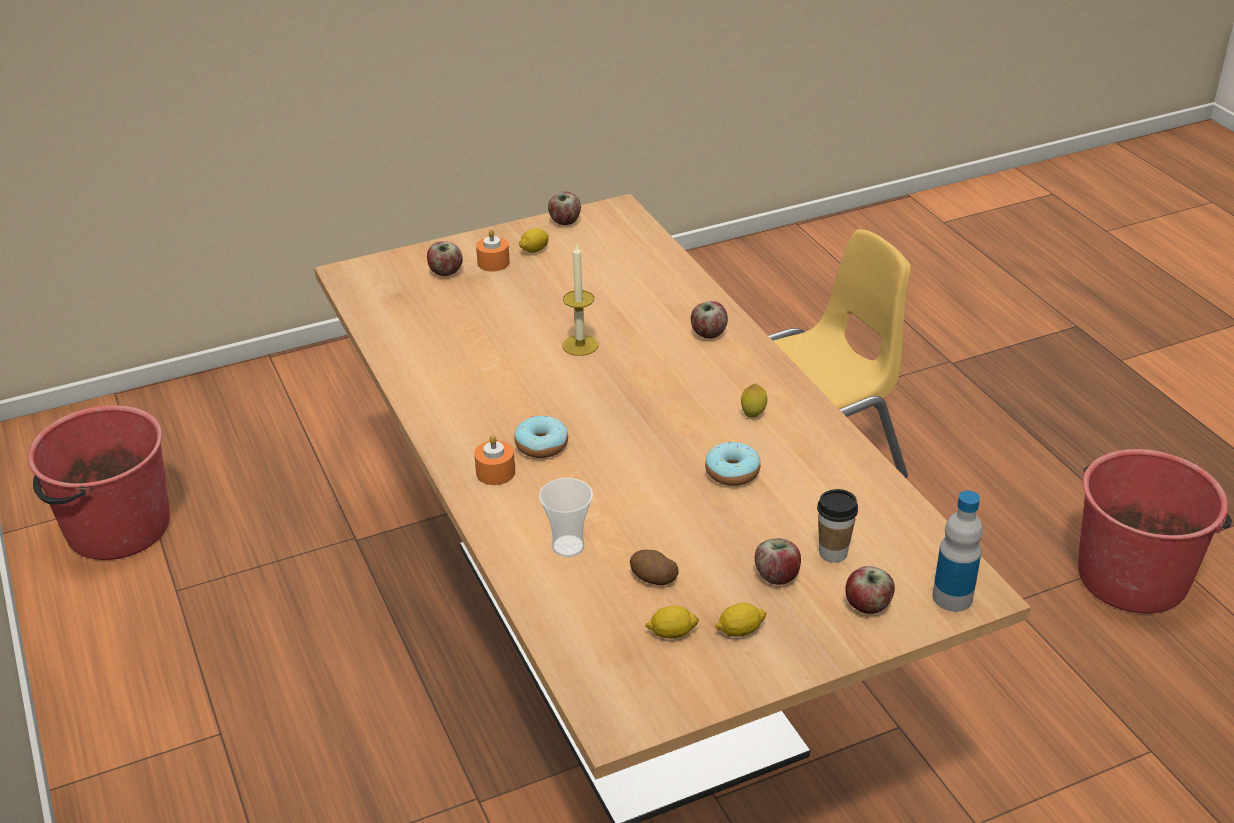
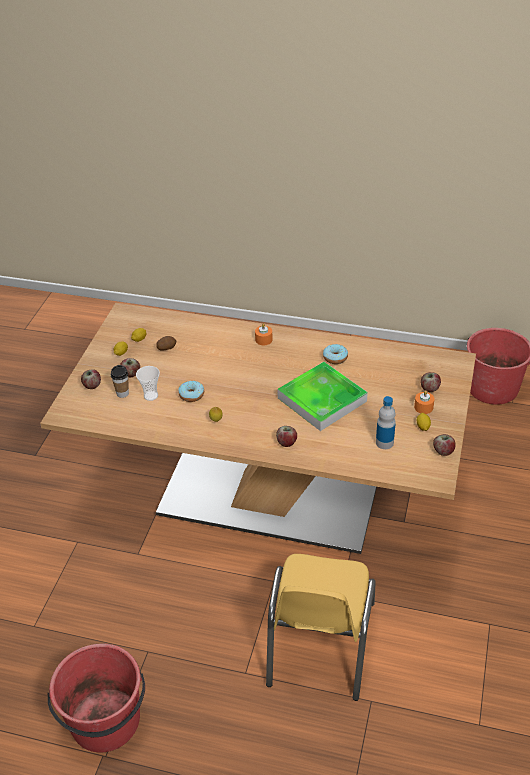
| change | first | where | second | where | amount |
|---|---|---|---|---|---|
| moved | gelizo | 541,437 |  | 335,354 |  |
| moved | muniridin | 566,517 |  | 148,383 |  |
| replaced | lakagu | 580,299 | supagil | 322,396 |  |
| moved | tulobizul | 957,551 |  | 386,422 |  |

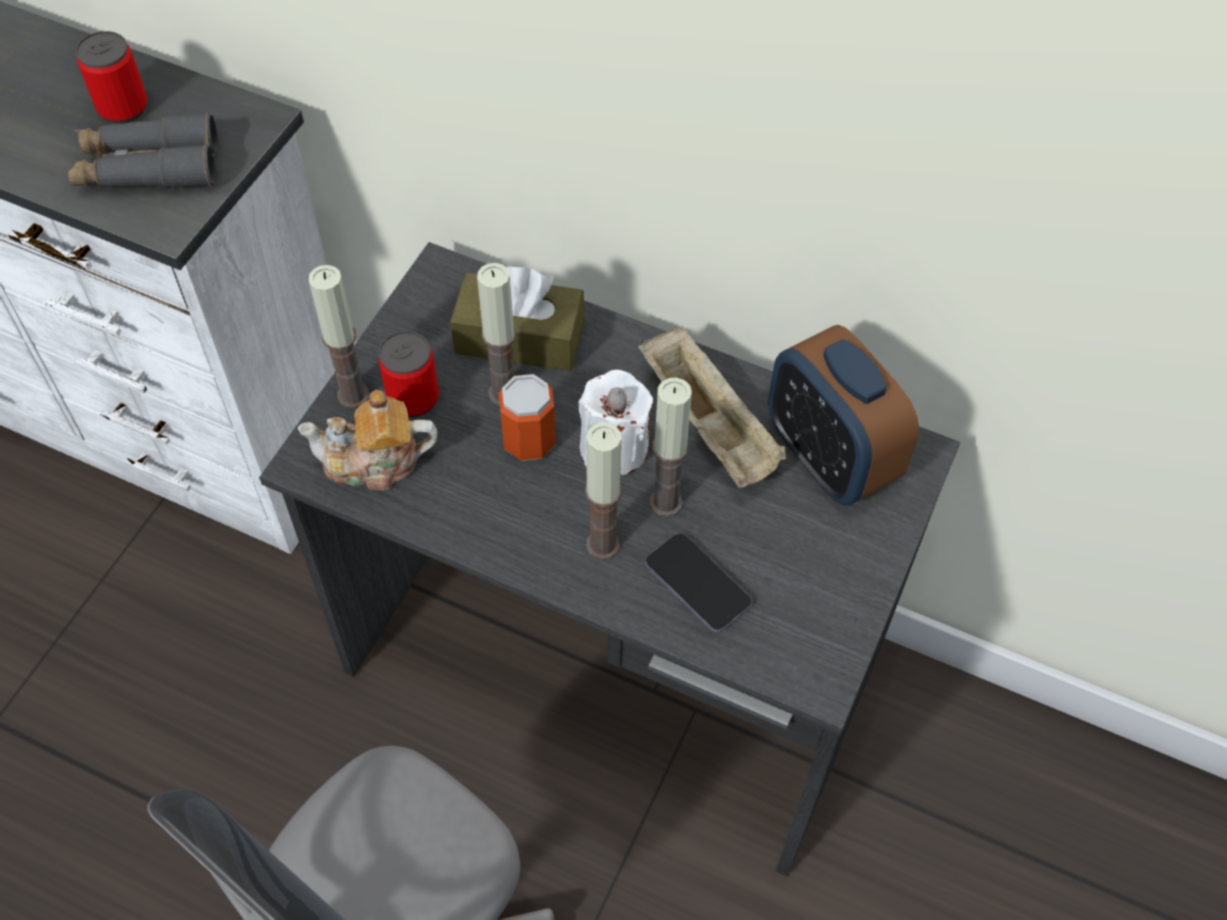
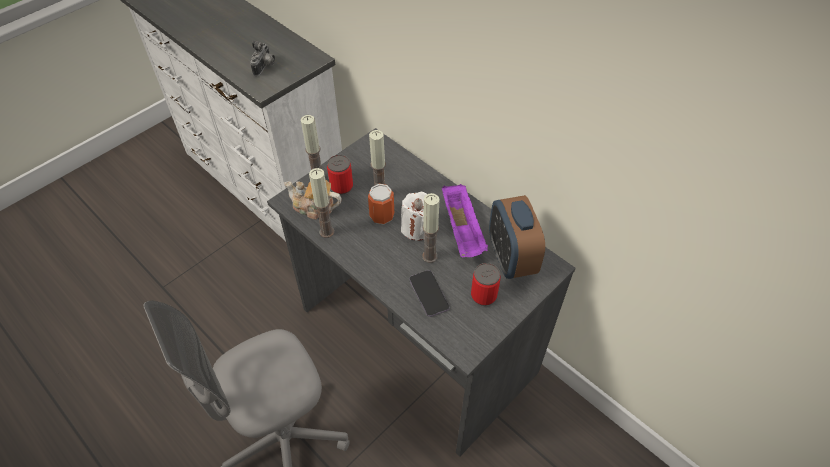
| change | first | where | second | where | amount |
|---|---|---|---|---|---|
| replaced | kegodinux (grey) | 143,150 | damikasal | 262,58 |  |
| moved | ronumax | 111,77 |  | 486,284 |  |
| removed | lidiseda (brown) | 517,318 |  |  |  |
| moved | lakagu | 603,491 |  | 321,203 |  |
| recoloured | supagil (beige) | 712,407 | supagil (purple) | 465,221 |  |

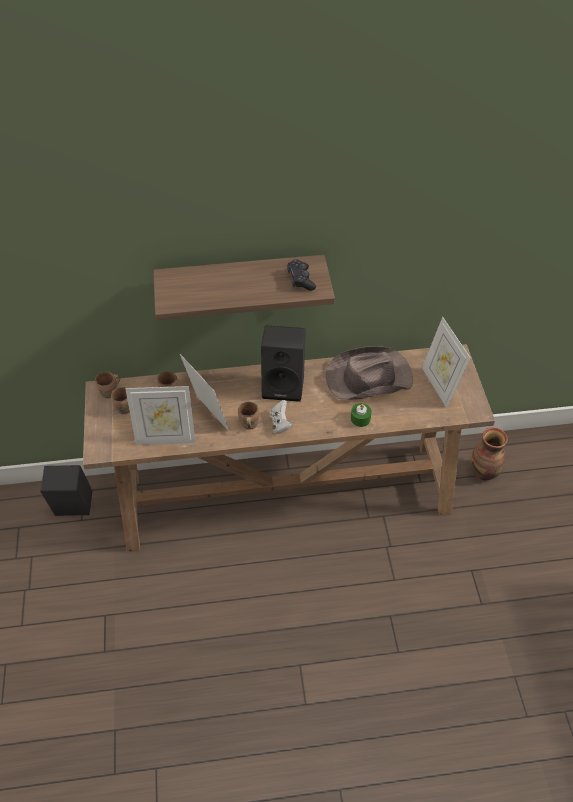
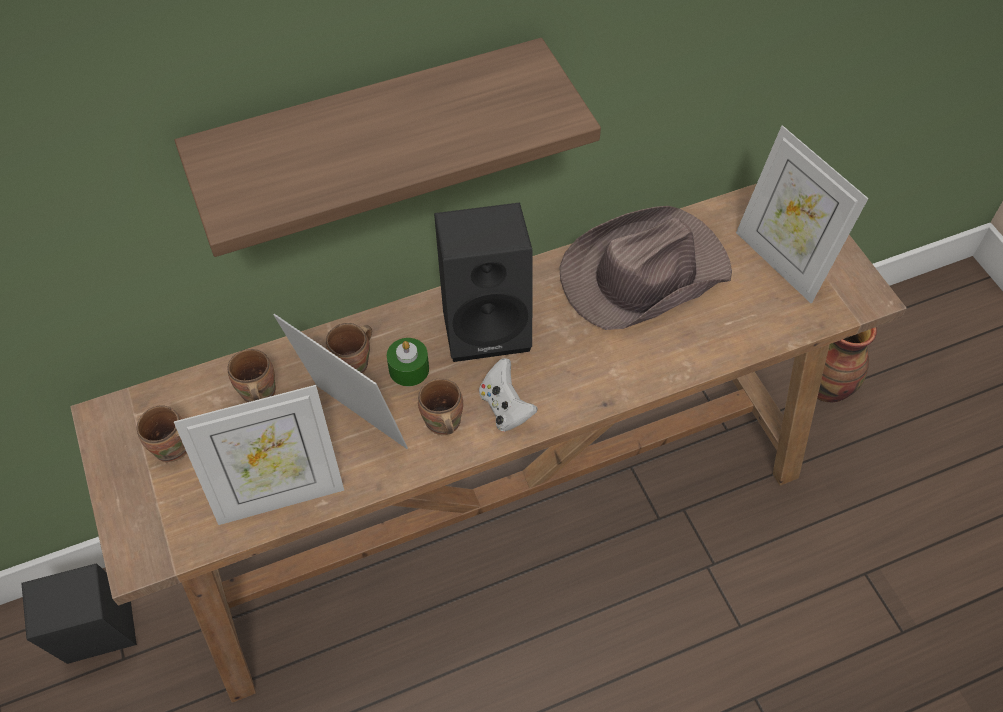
| change | first | where | second | where | amount |
|---|---|---|---|---|---|
| moved | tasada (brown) | 107,385 |  | 349,348 |  |
| removed | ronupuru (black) | 301,275 |  |  |  |
| moved | lakagu (green) | 361,415 |  | 408,362 |  |

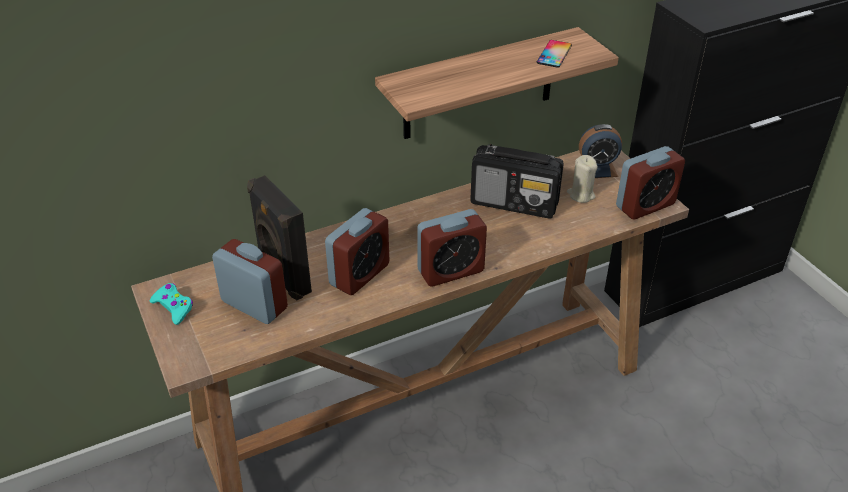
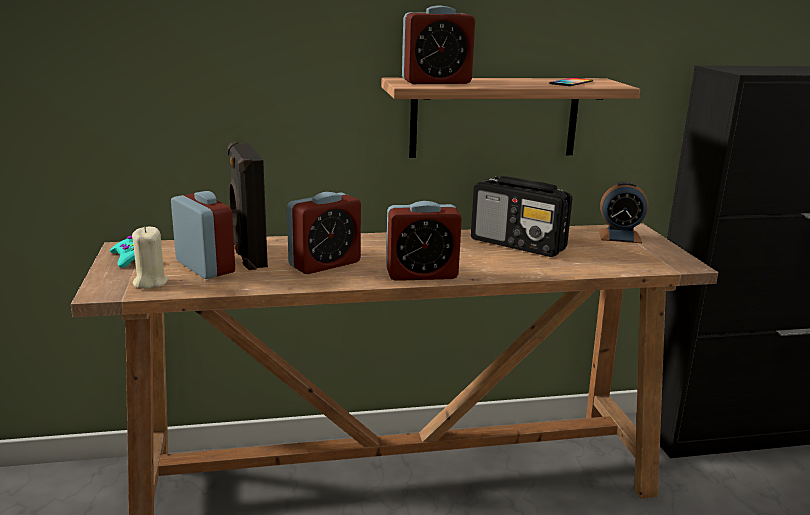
| change | first | where | second | where | amount |
|---|---|---|---|---|---|
| moved | lakagu (beige) | 582,179 |  | 150,258 |  |
| moved | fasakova | 650,182 |  | 438,44 |  |

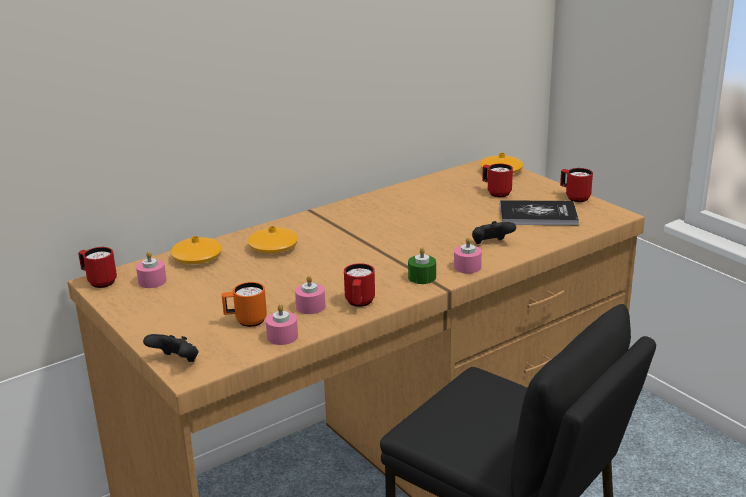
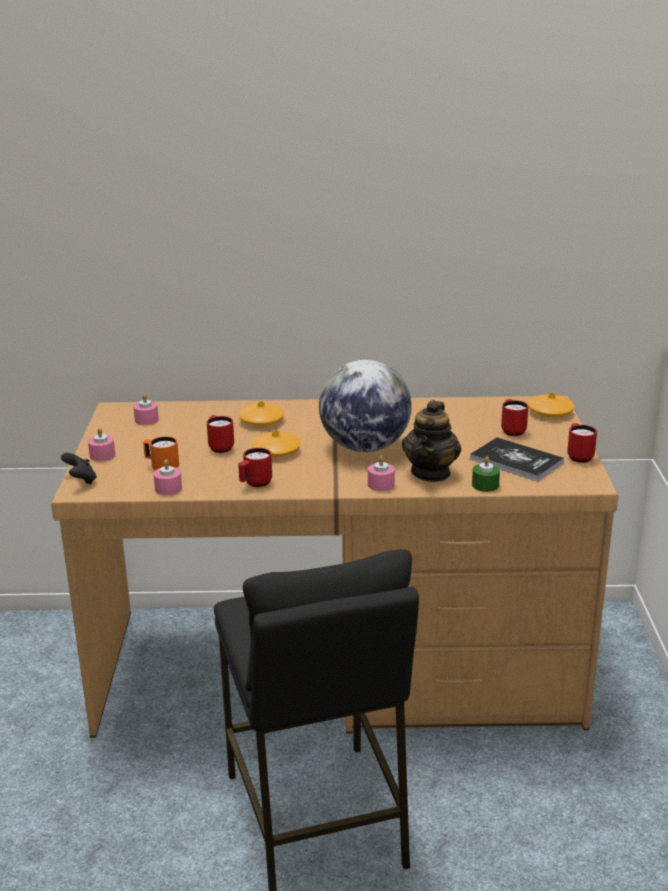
| change | first | where | second | where | amount |
|---|---|---|---|---|---|
| moved | tasada (red) | 97,267 |  | 220,434 |  |
| moved | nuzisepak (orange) | 196,250 |  | 276,443 |  |
| moved | lakagu (pink) | 310,294 |  | 101,444 |  |
| moved | lakagu (green) | 422,265 |  | 486,474 |  |
| replaced | ronupuru (black) | 494,232 | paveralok | 431,441 |  |
| added |  |  | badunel | 365,406 |  |

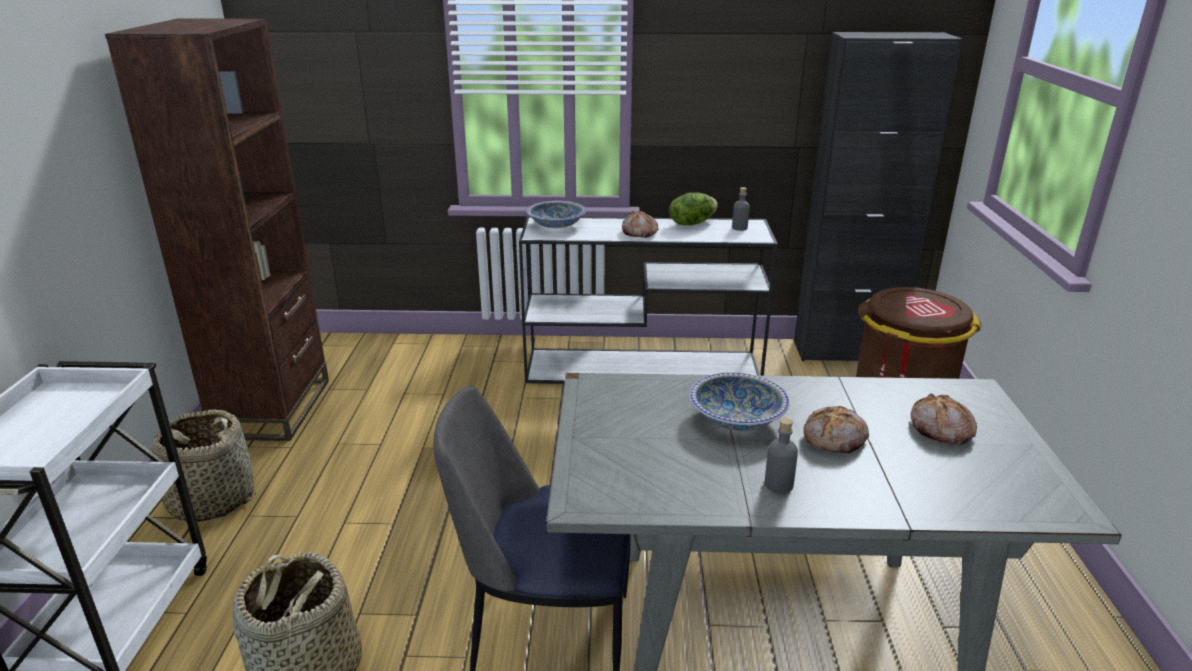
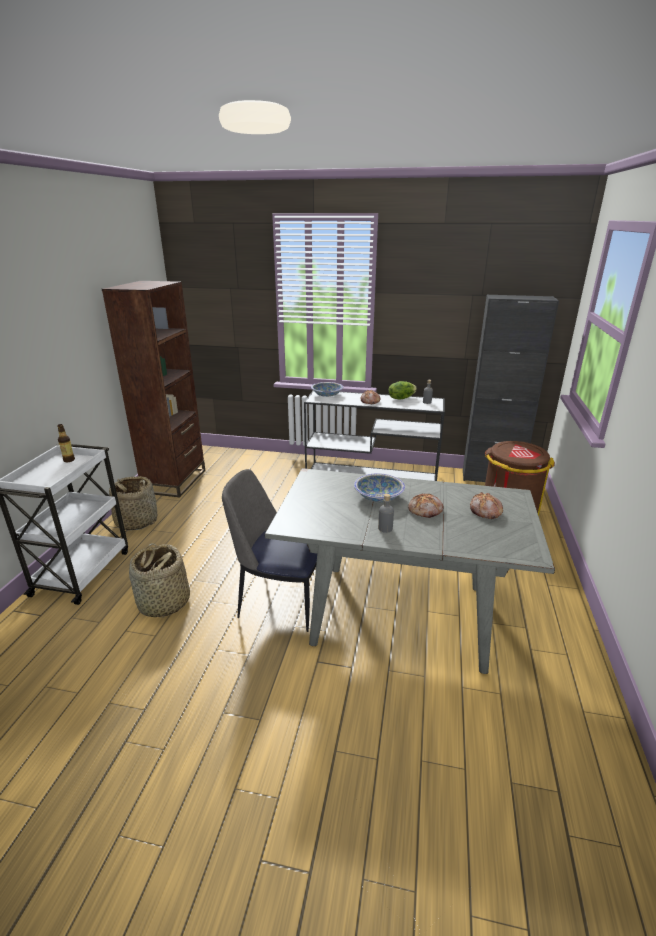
| change | first | where | second | where | amount |
|---|---|---|---|---|---|
| added |  |  | tulobizul | 66,443 |  |

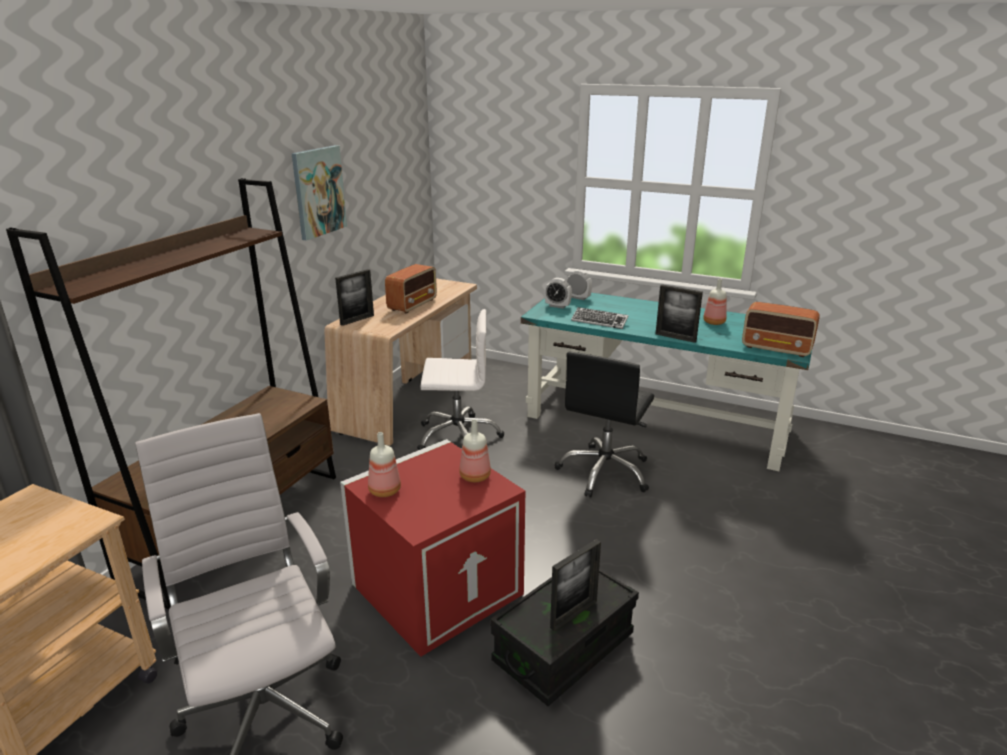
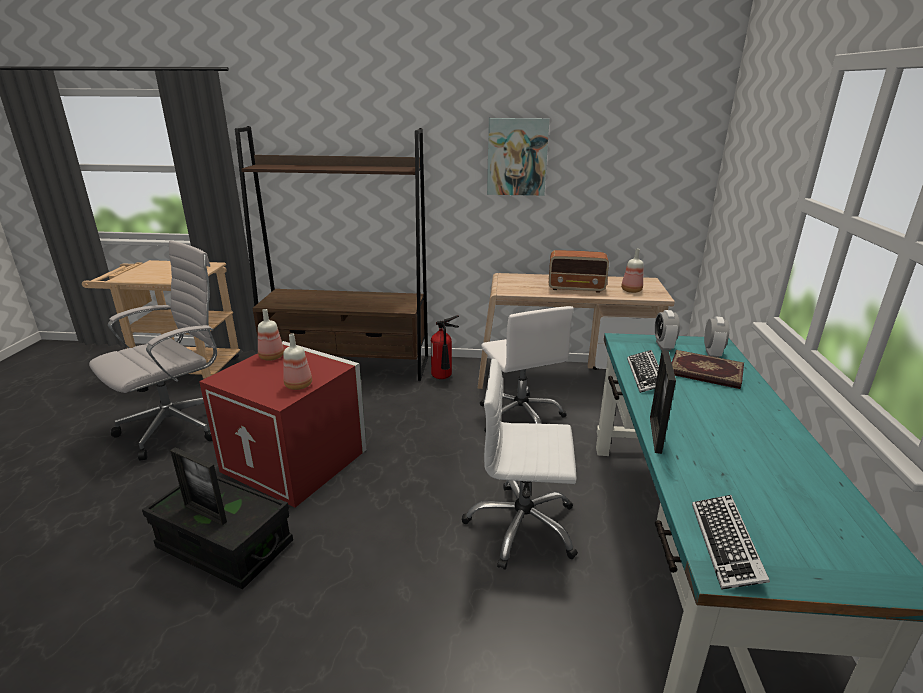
| change | first | where | second | where | amount |
|---|---|---|---|---|---|
| removed | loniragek | 354,297 |  |  |  |
| recoloured | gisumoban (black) | 604,425 | gisumoban (white) | 519,464 |  |
| moved | tulobizul | 715,301 |  | 632,271 |  |
| replaced | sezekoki | 780,329 | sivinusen | 731,542 |  |
| added |  |  | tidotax | 445,347 |  |
| added |  |  | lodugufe | 708,369 |  |

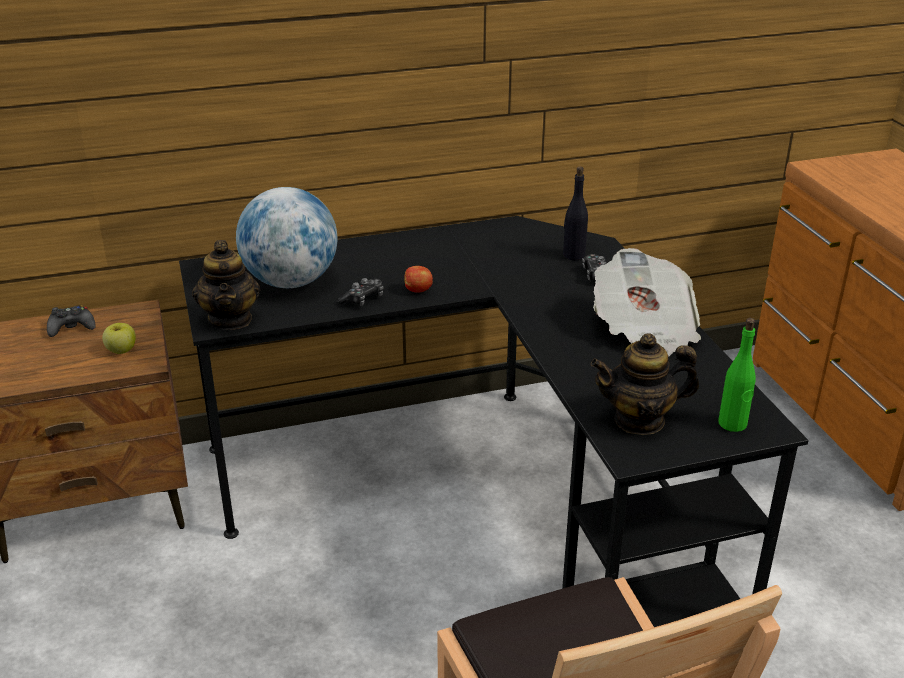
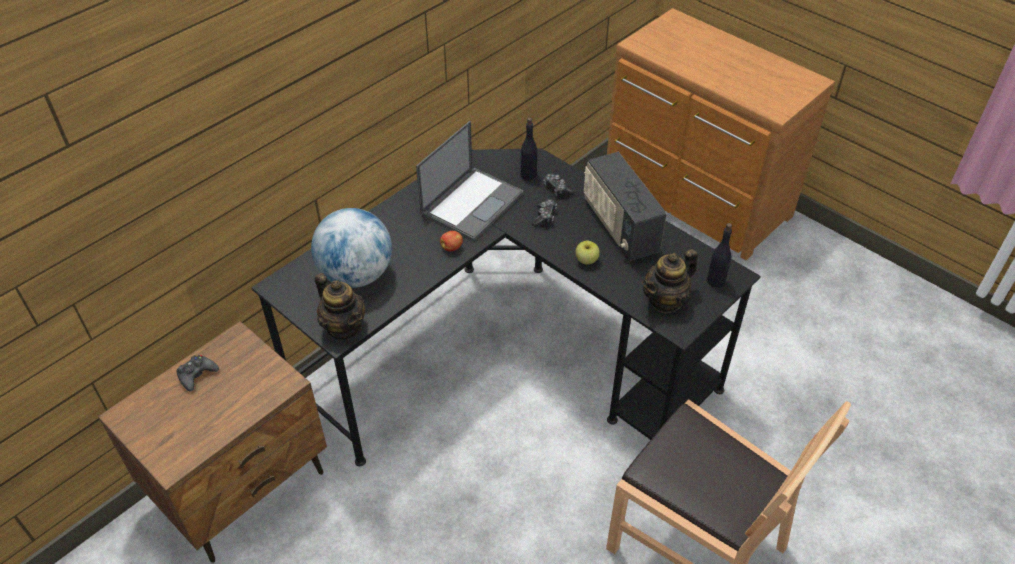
| change | first | where | second | where | amount |
|---|---|---|---|---|---|
| moved | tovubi | 119,338 |  | 587,253 |  |
| moved | ronupuru | 361,292 |  | 544,213 |  |
| replaced | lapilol | 647,302 | sezekoki | 625,207 |  |
| recoloured | tulobizul (green) | 737,375 | tulobizul (black) | 719,255 |  |
| added |  |  | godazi | 470,181 |  |

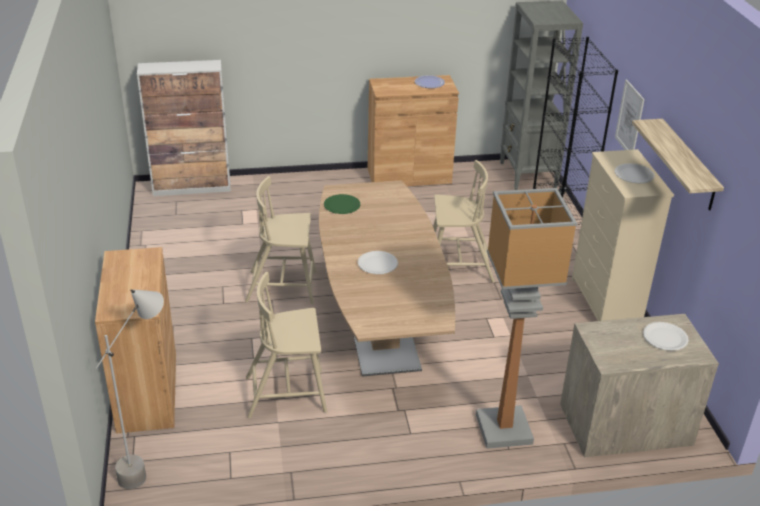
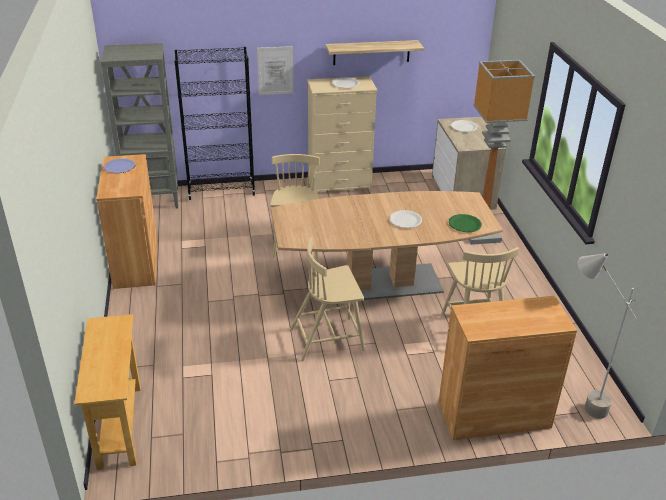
| change | first | where | second | where | amount |
|---|---|---|---|---|---|
| replaced | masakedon | 184,128 | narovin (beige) | 107,392 |  |
| turned | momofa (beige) | 281,240 |  | 327,299 | 75 degrees clockwise |
| moved | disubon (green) | 342,204 |  | 465,223 |  |

